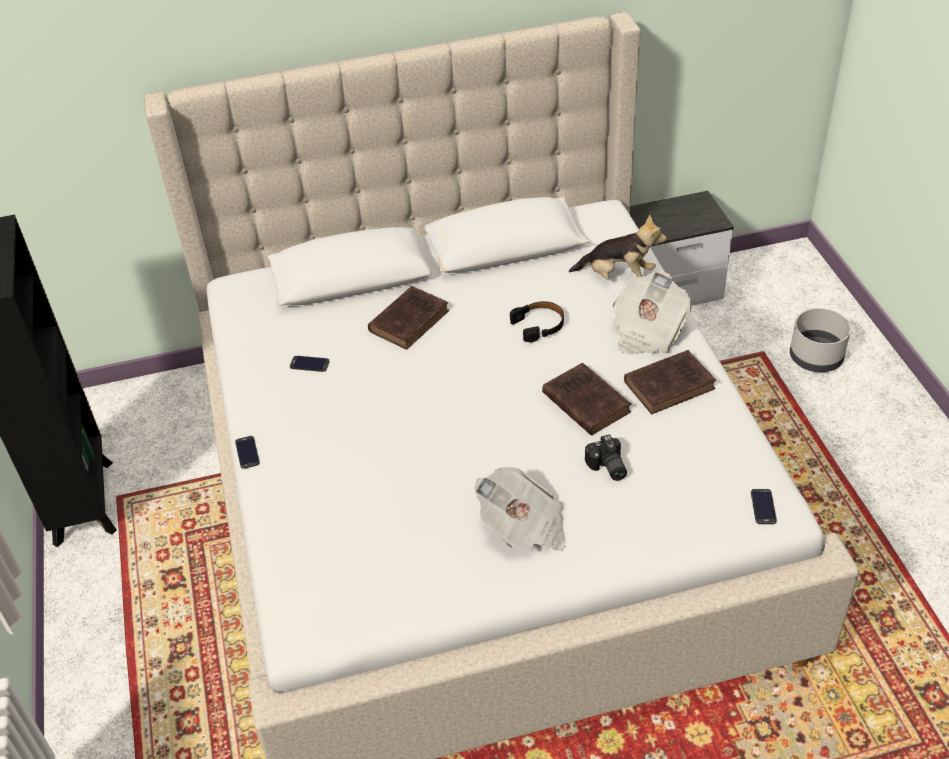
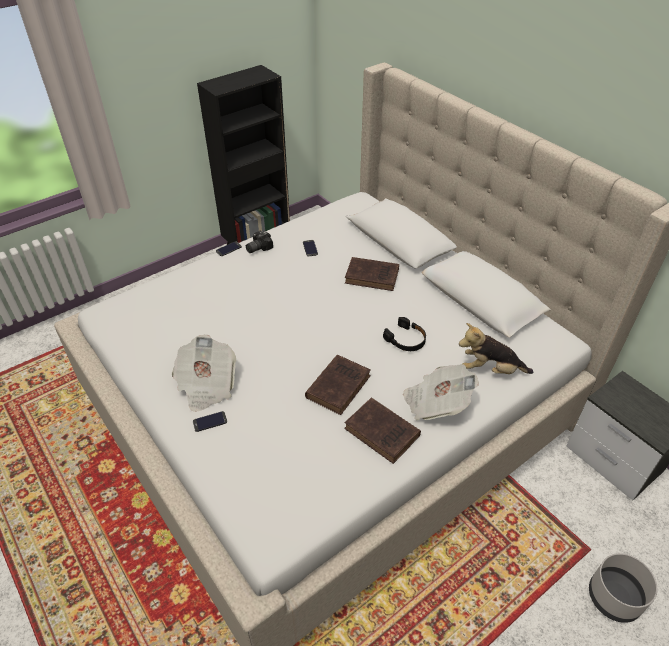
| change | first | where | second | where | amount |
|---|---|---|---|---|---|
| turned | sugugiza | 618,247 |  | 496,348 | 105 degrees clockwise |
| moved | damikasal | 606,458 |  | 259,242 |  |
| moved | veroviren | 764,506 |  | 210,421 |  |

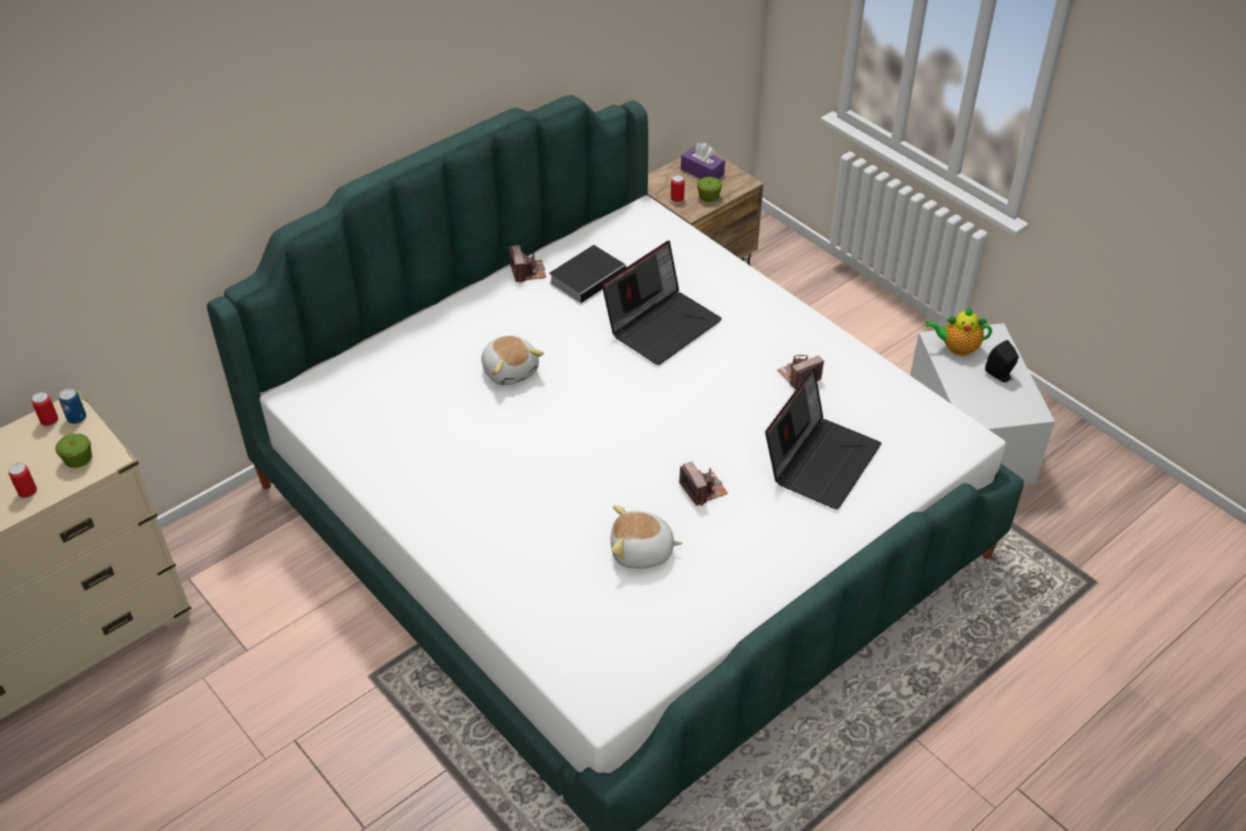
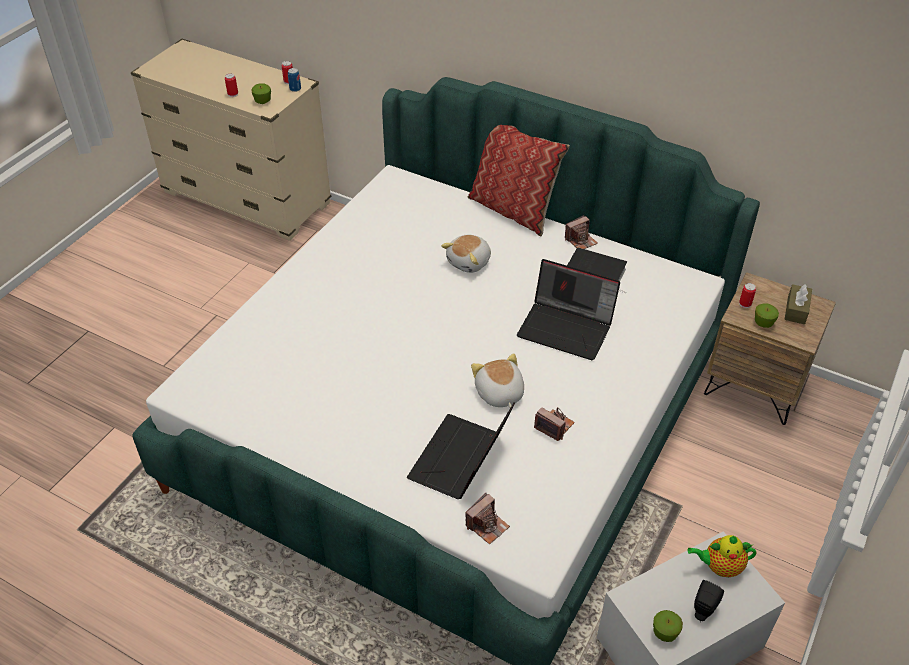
| change | first | where | second | where | amount |
|---|---|---|---|---|---|
| moved | sugugiza | 647,537 |  | 497,380 |  |
| moved | damikasal | 703,484 |  | 487,519 |  |
| recoloured | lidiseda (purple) | 703,161 | lidiseda (brown) | 798,304 |  |
| turned | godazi | 823,439 |  | 461,451 | 105 degrees clockwise |
| turned | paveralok | 958,331 |  | 722,556 | 75 degrees counterclockwise |
| added |  |  | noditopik | 519,180 |  |
| added |  |  | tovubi | 668,626 |  |

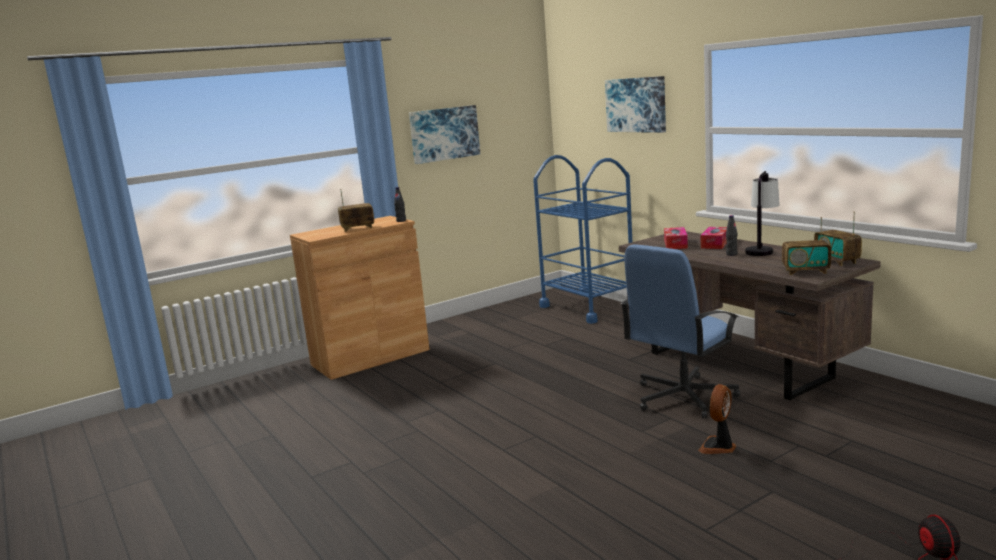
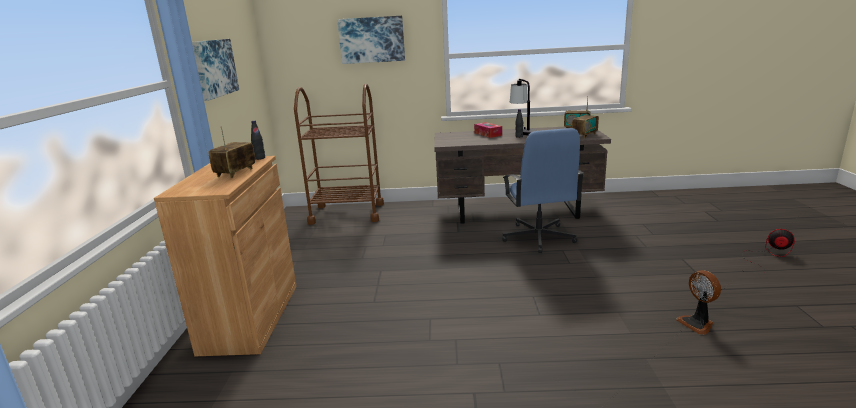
| change | first | where | second | where | amount |
|---|---|---|---|---|---|
| recoloured | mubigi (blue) | 582,239 | mubigi (brown) | 339,154 |  |
| removed | lidiseda | 676,238 |  |  |  |
| moved | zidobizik | 717,419 |  | 698,302 |  |

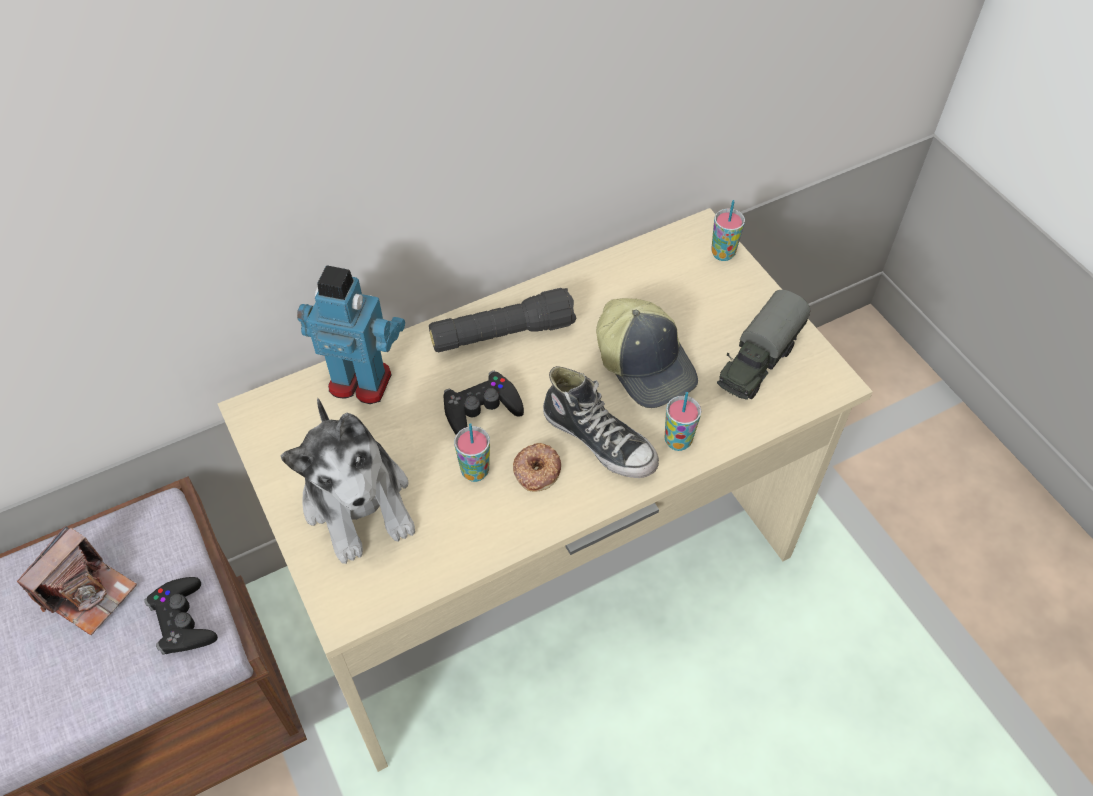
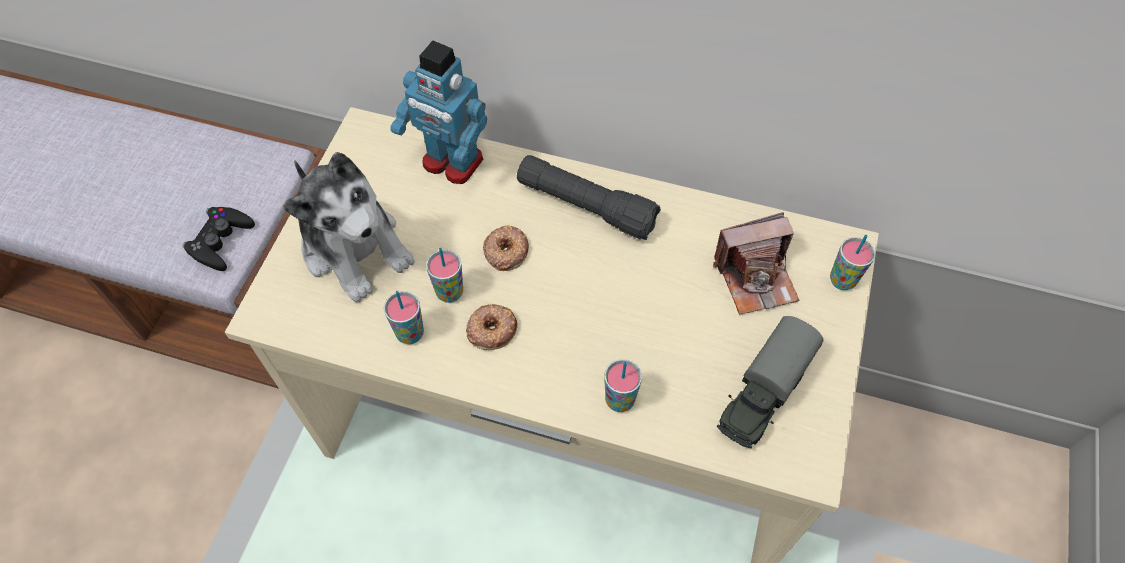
| change | first | where | second | where | amount |
|---|---|---|---|---|---|
| moved | damikasal | 77,580 |  | 756,263 |  |
| turned | sugugiza | 348,481 |  | 349,227 | 60 degrees counterclockwise |
| turned | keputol | 351,334 |  | 438,112 | 150 degrees clockwise |
| replaced | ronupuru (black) | 484,403 | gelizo | 506,248 |  |
| removed | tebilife | 601,422 |  |  |  |
| removed | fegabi | 647,353 |  |  |  |
| turned | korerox | 763,345 |  | 770,382 | 45 degrees counterclockwise |
| added |  |  | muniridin | 404,317 |  |

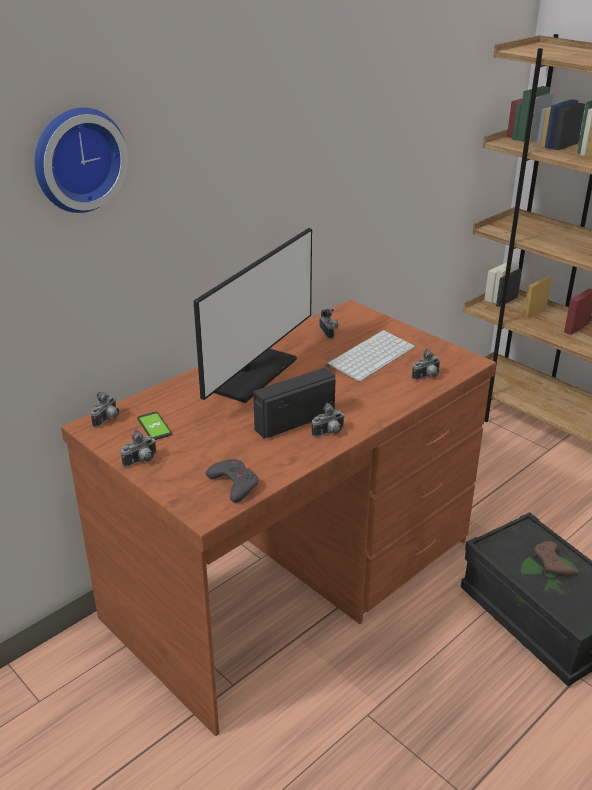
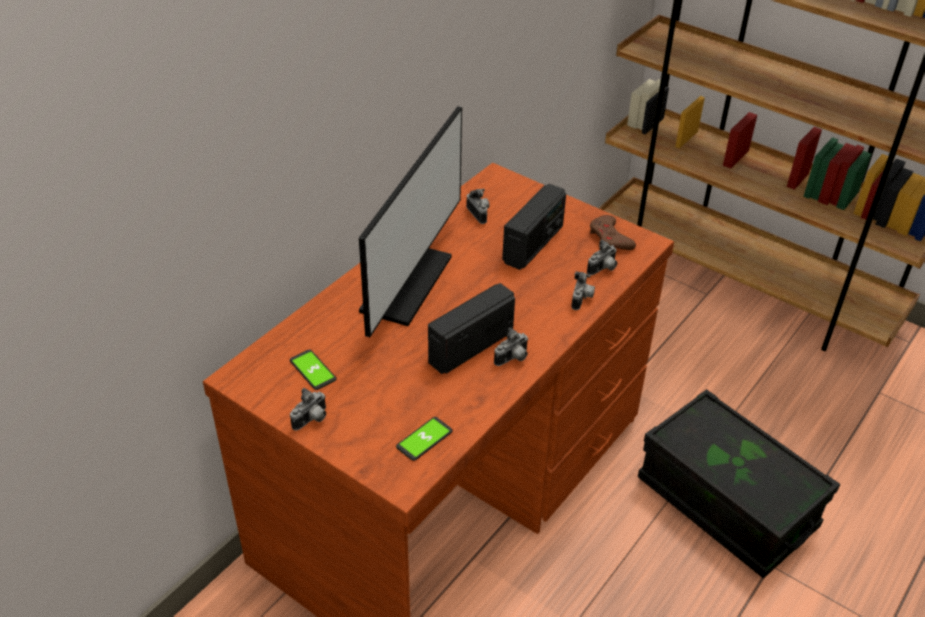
| change | first | where | second | where | amount |
|---|---|---|---|---|---|
| removed | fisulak | 81,160 |  |  |  |
| moved | damikasal | 105,410 |  | 583,290 |  |
| replaced | ronupuru (grey) | 232,481 | veroviren | 424,439 |  |
| replaced | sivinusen | 370,356 | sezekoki | 534,227 |  |
| moved | ronupuru (brown) | 554,558 |  | 613,232 |  |

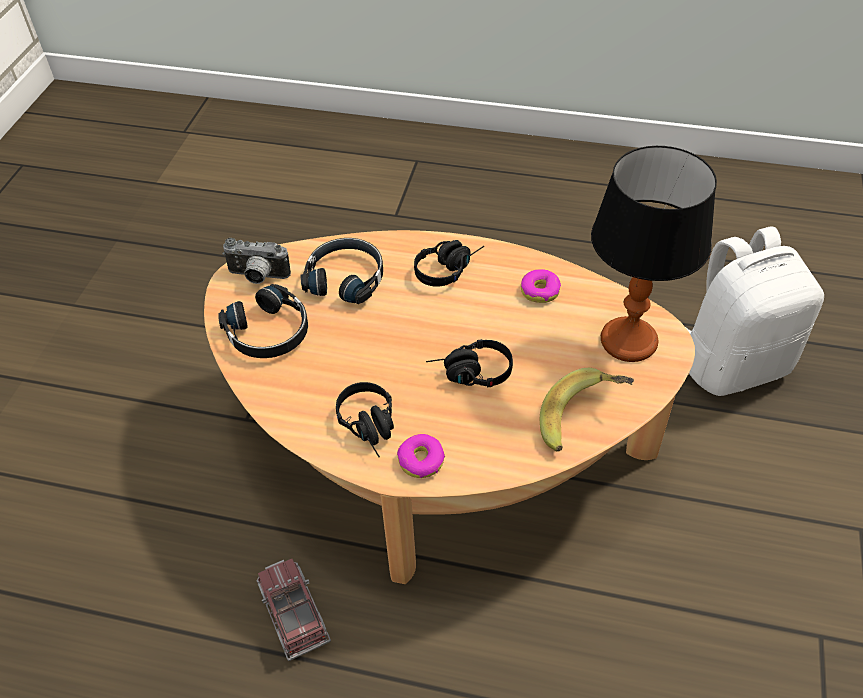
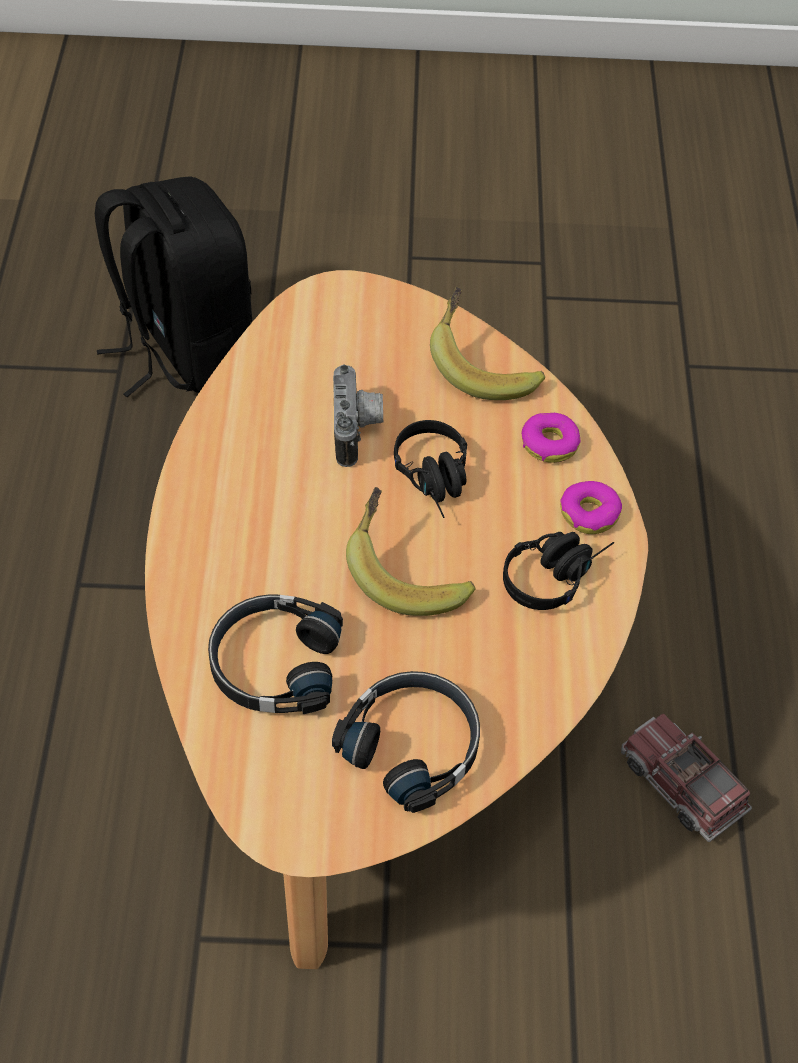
| change | first | where | second | where | amount |
|---|---|---|---|---|---|
| moved | damikasal | 256,261 |  | 358,415 |  |
| turned | korerox | 294,610 |  | 686,777 | 90 degrees clockwise |
| removed | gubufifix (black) | 449,263 |  |  |  |
| moved | gelizo | 541,286 |  | 550,438 |  |
| removed | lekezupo | 654,254 |  |  |  |
| recoloured | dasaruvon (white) | 755,311 | dasaruvon (black) | 173,287 |  |
| added |  |  | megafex | 411,551 |  |

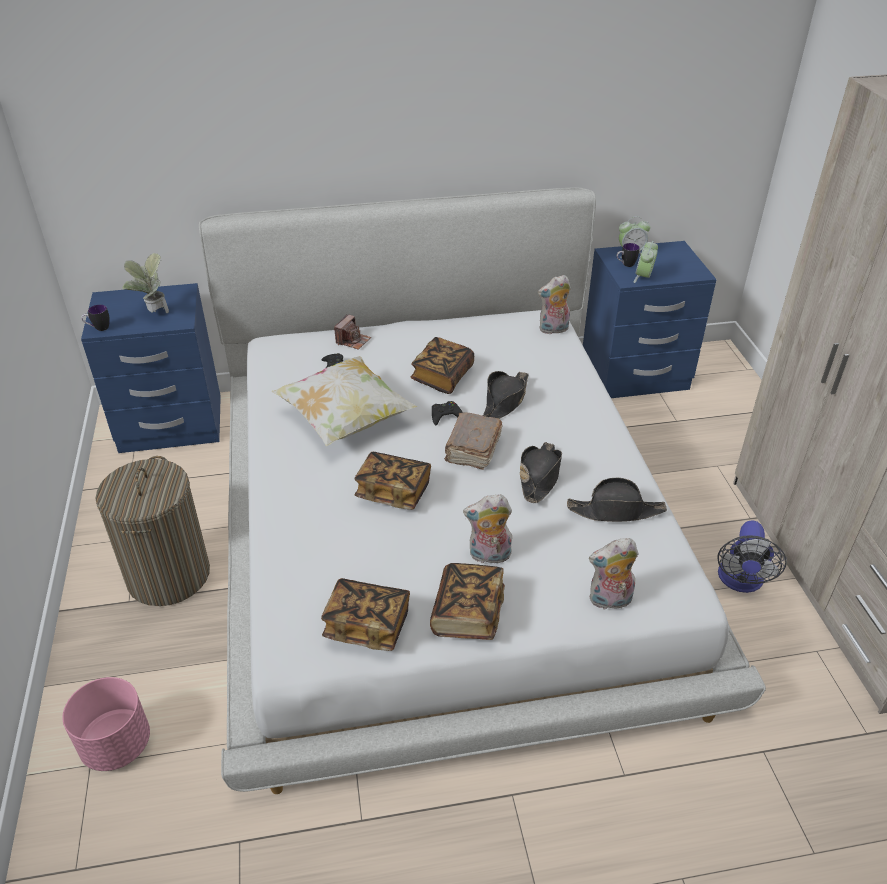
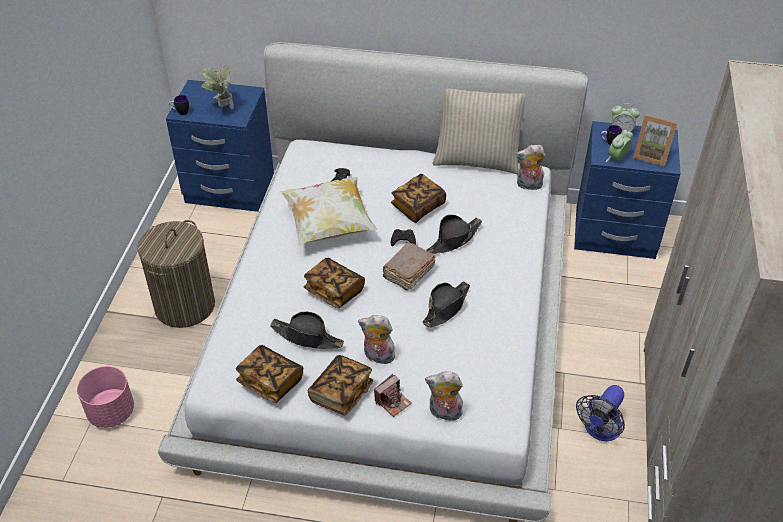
| change | first | where | second | where | amount |
|---|---|---|---|---|---|
| moved | damikasal | 352,332 |  | 393,395 |  |
| moved | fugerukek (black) | 617,499 |  | 307,330 |  |
| added |  |  | noditopik (beige) | 478,131 |  |
| added |  |  | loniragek | 655,141 |  |

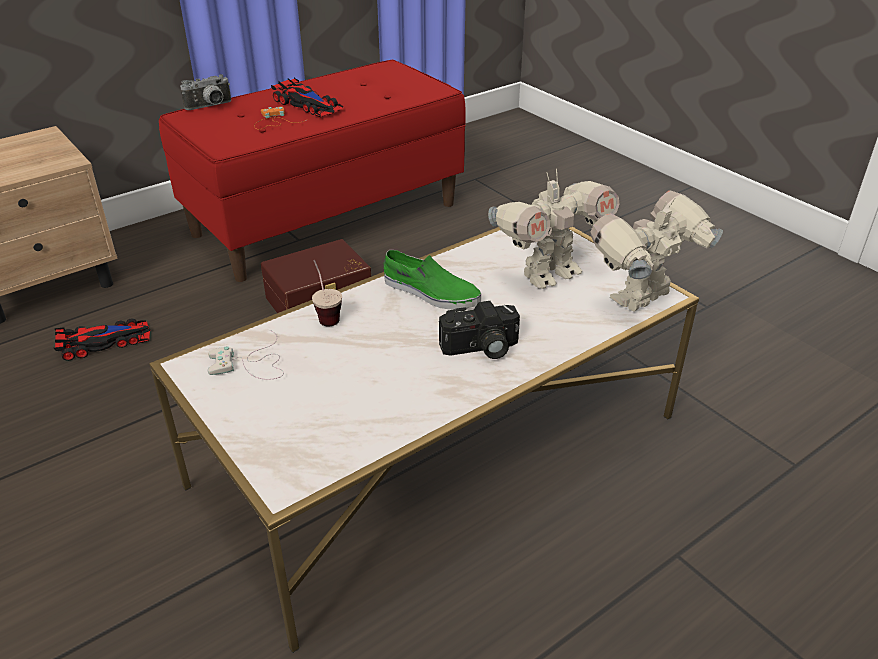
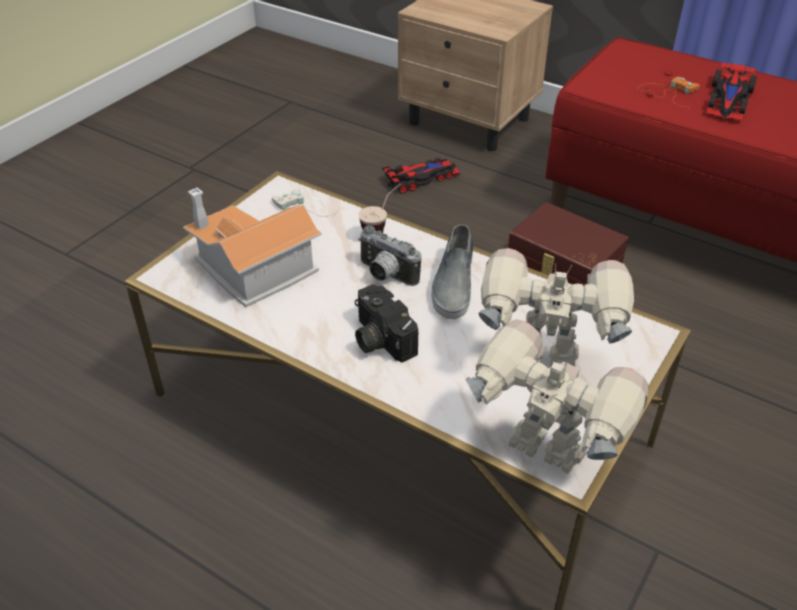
| change | first | where | second | where | amount |
|---|---|---|---|---|---|
| turned | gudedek | 102,340 |  | 422,176 | 75 degrees counterclockwise |
| moved | damikasal | 205,92 |  | 389,255 |  |
| recoloured | tebilife (green) | 432,280 | tebilife (grey) | 452,272 |  |
| turned | keputol | 553,229 |  | 556,307 | 150 degrees clockwise |
| added |  |  | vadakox | 252,247 |  |

